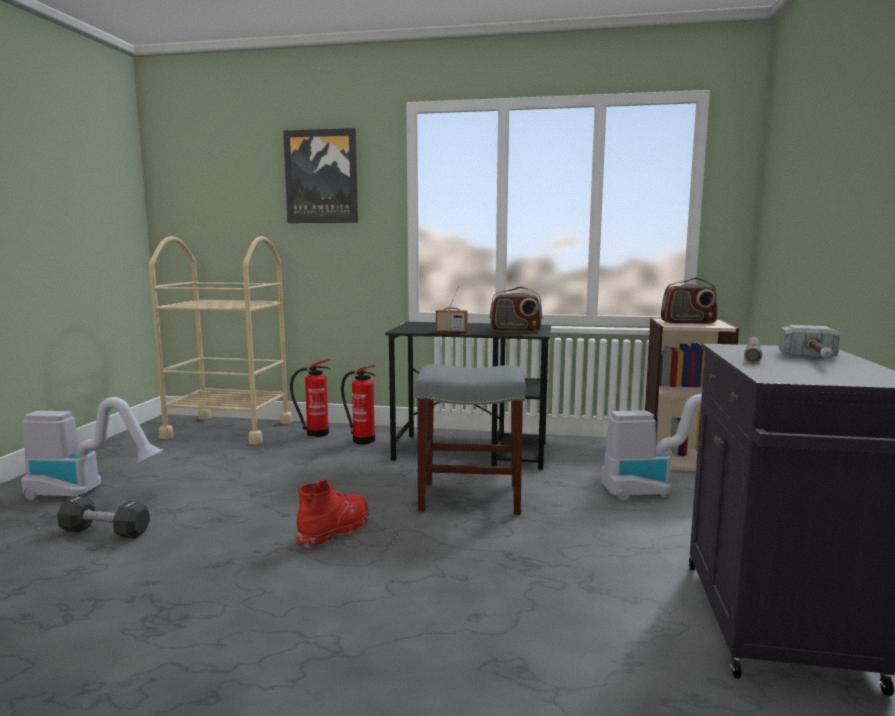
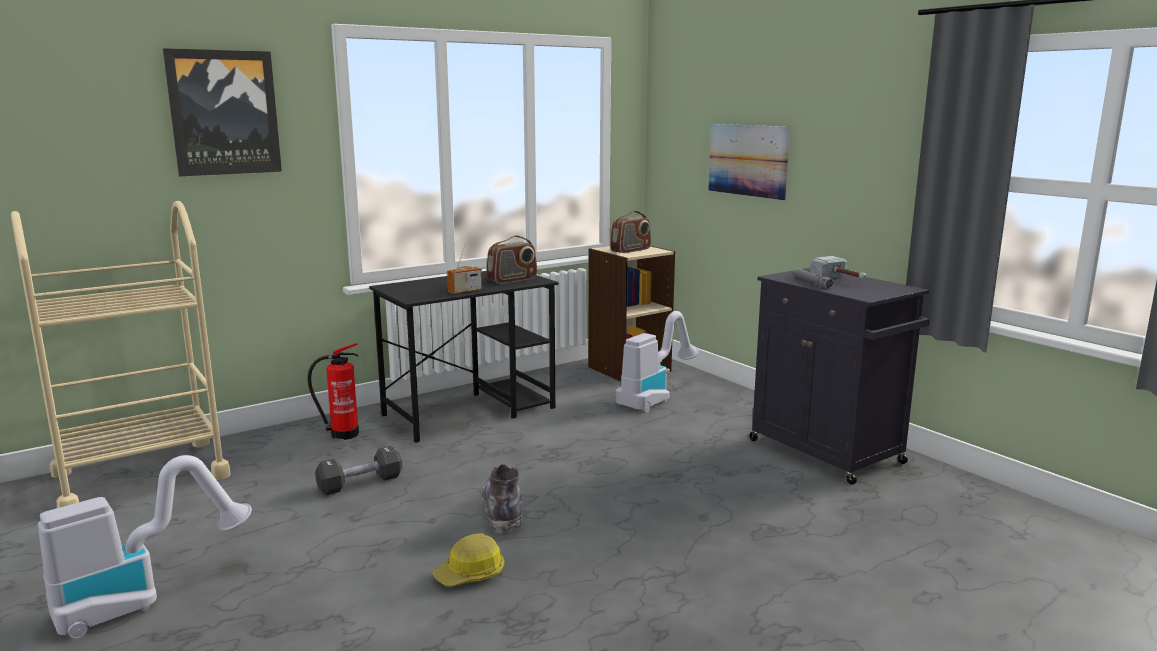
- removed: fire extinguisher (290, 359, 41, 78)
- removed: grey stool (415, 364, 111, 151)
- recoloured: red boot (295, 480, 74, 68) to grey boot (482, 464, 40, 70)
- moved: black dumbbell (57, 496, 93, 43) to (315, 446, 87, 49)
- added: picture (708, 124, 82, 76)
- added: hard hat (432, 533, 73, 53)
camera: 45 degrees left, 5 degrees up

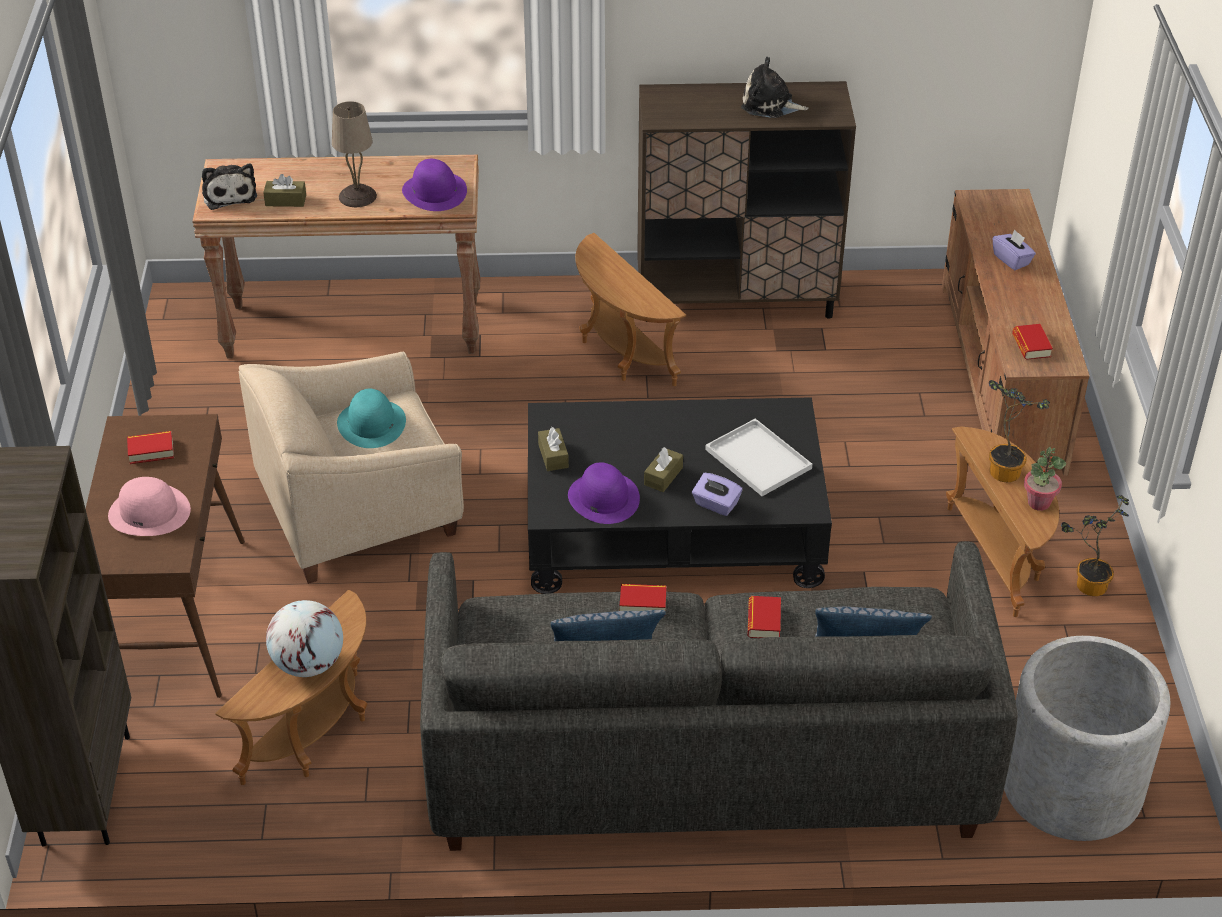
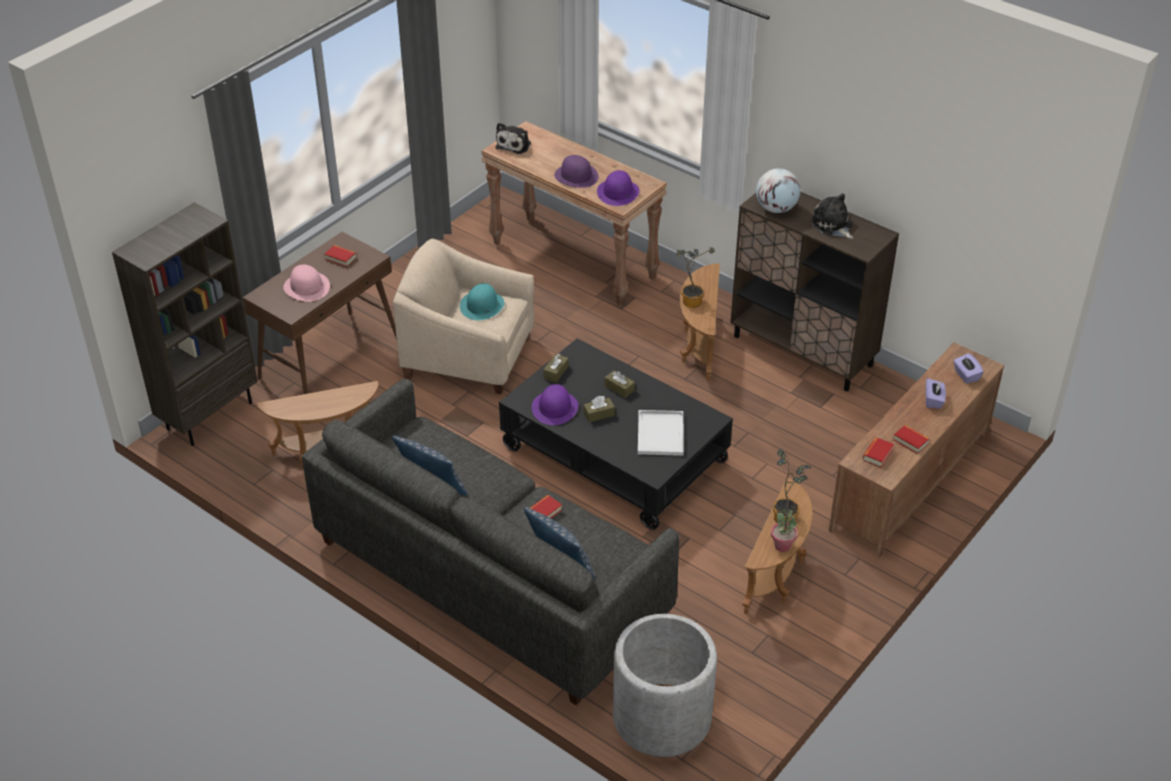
- replaced: beige table lamp (332, 101, 45, 106) to purple hat (554, 155, 45, 33)
- moved: brown tissue box (263, 174, 43, 33) to (605, 370, 30, 28)
- moved: purple tissue box (692, 473, 51, 43) to (953, 353, 31, 31)
- moved: potted plant (1061, 495, 68, 101) to (676, 247, 39, 61)
- moved: book (620, 584, 47, 27) to (893, 425, 37, 29)
- moved: globe (266, 600, 77, 77) to (756, 168, 44, 45)
camera: 40 degrees right, 0 degrees up

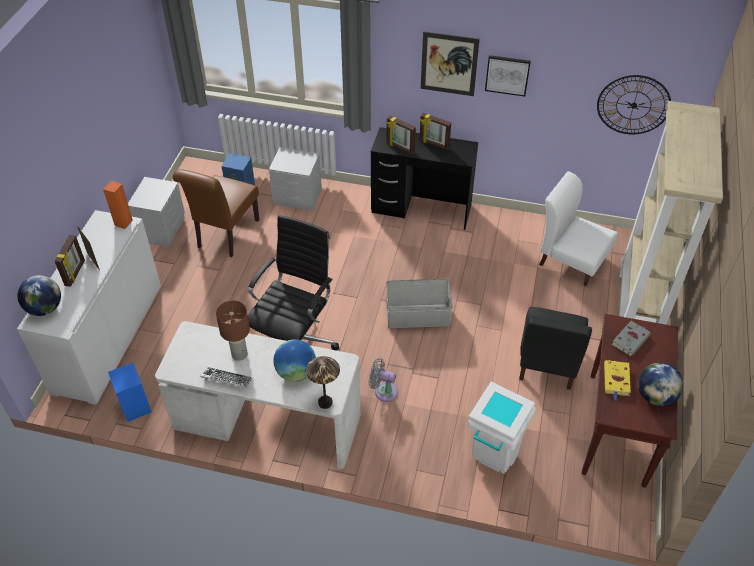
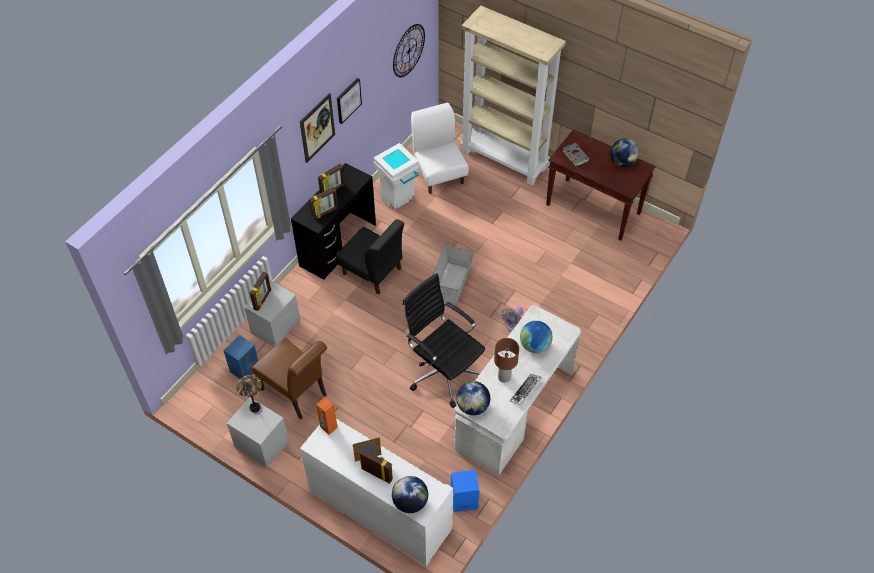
- turned: white chair (539, 171, 79, 115) = (411, 103, 58, 91) 105 degrees clockwise
- moved: black chair (519, 307, 73, 83) to (336, 219, 68, 76)
- moved: table lamp (306, 356, 34, 53) to (236, 375, 26, 38)
- removed: yellow book (604, 360, 27, 41)
- moved: white trash can (468, 382, 68, 92) to (374, 143, 46, 67)
- added: picture frame (250, 272, 21, 39)
- added: globe (456, 381, 34, 34)
camera: 70 degrees left, 5 degrees up

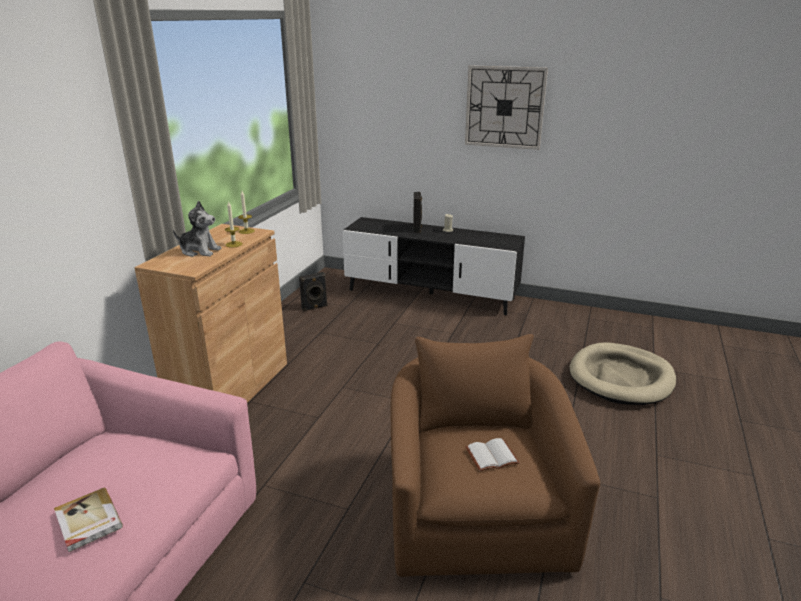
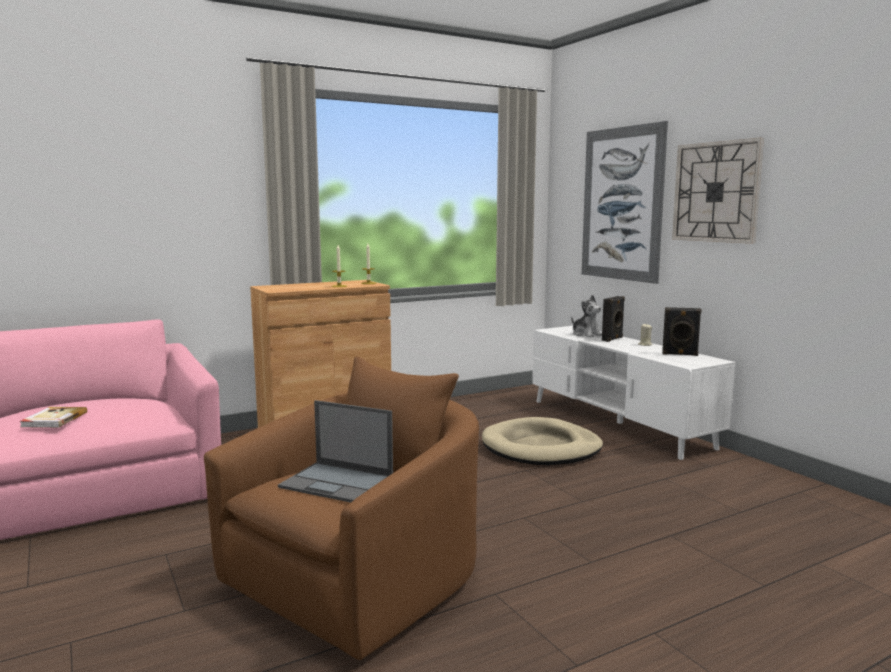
- moved: plush toy (173, 201, 48, 56) to (571, 295, 31, 42)
- recoloured: black tv stand (342, 217, 183, 98) to white tv stand (532, 326, 203, 134)
- moved: black speaker (299, 272, 29, 39) to (662, 307, 40, 49)
- moved: beige dog bed (569, 343, 107, 62) to (482, 417, 121, 48)
- replaced: white book (465, 438, 55, 33) to laptop (278, 400, 115, 103)
- added: picture (582, 121, 86, 163)
camera: 40 degrees right, 15 degrees down

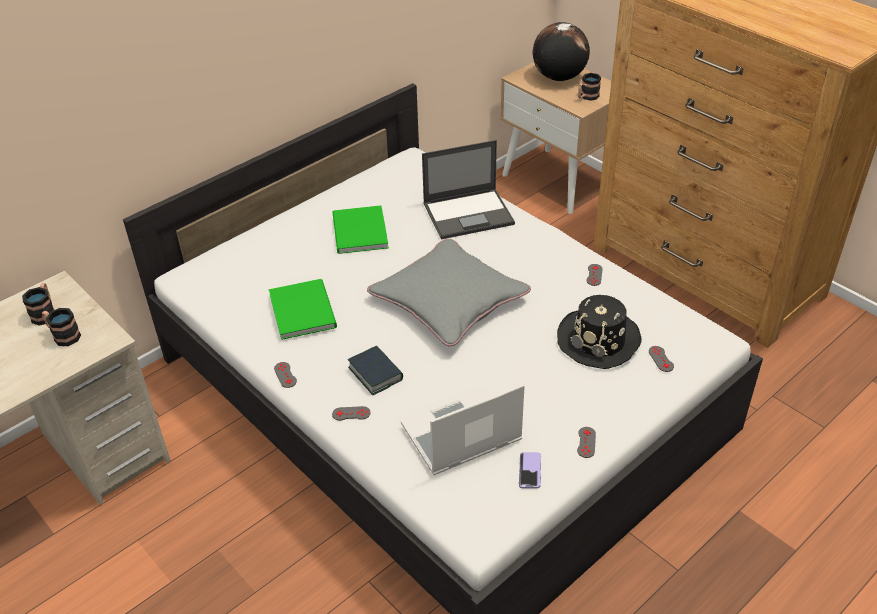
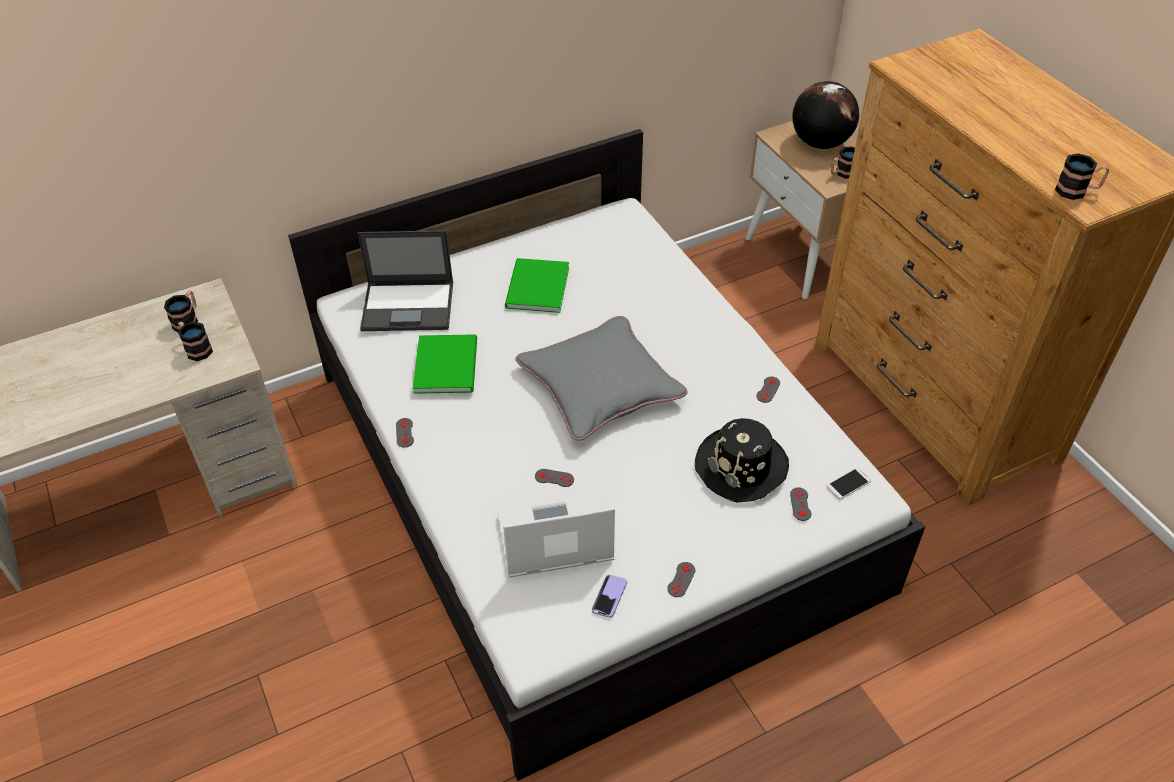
- moved: laptop (422, 140, 93, 99) to (358, 230, 95, 101)
- removed: book (348, 346, 55, 49)
- moved: grey game controller (332, 406, 39, 15) to (535, 469, 39, 18)
- added: mug (1055, 153, 54, 47)
- added: phone (826, 468, 45, 32)
camera: 15 degrees right, 5 degrees up

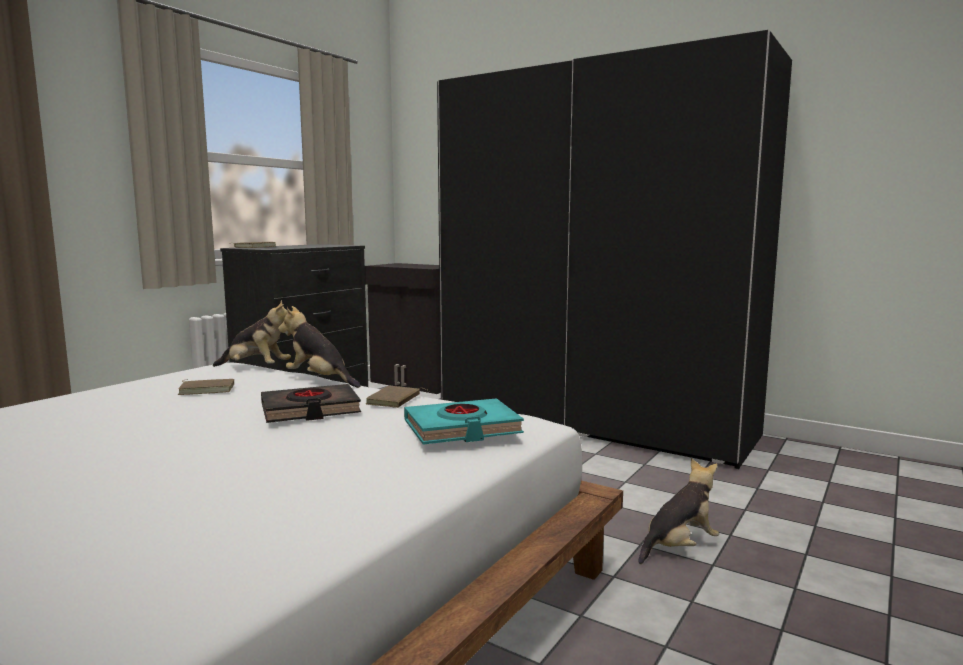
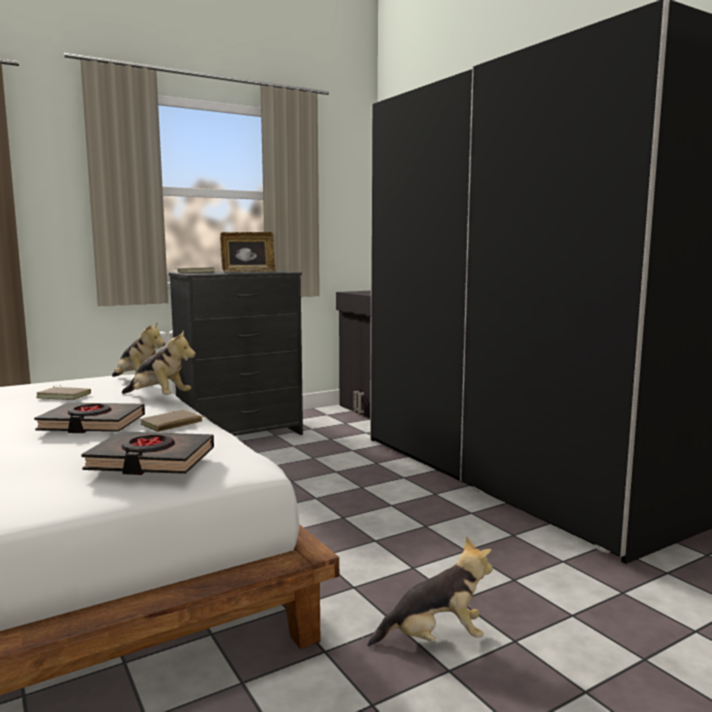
- turned: plush toy (278, 306, 82, 82) = (122, 330, 74, 65) 150 degrees clockwise
- recoloured: turquoise book (404, 398, 120, 47) to black book (81, 431, 133, 44)
- added: picture frame (220, 232, 56, 40)
camera: 25 degrees right, 0 degrees up

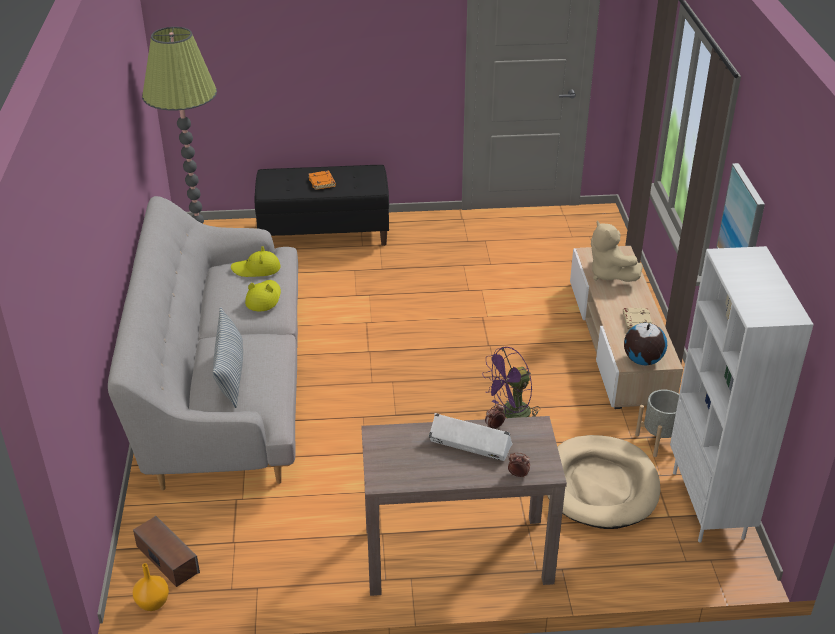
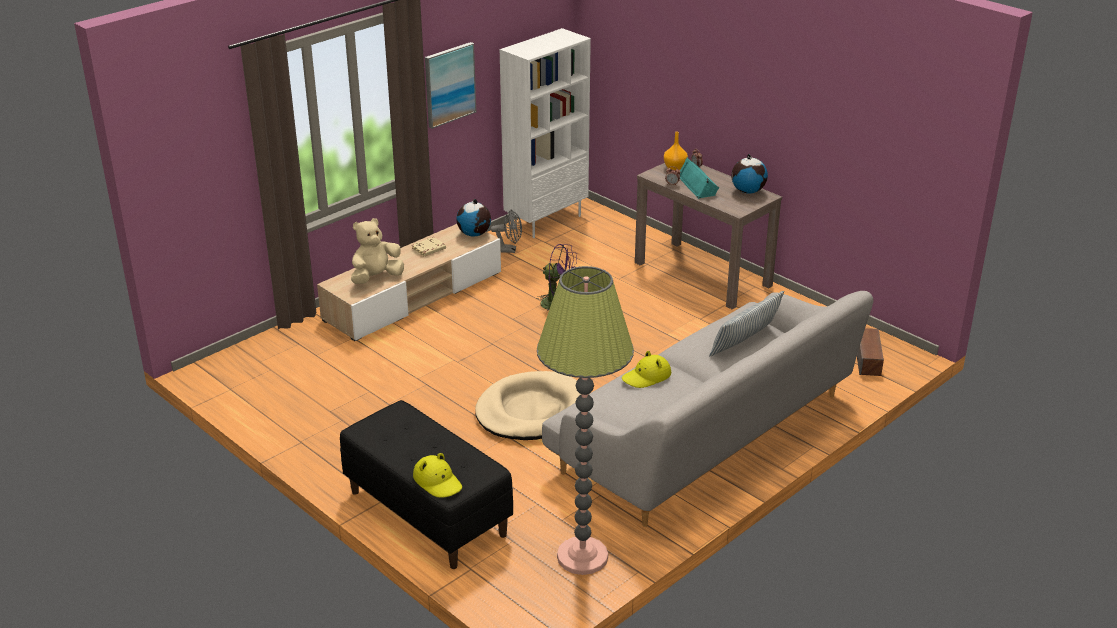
- removed: orange book (308, 171, 28, 19)
- turned: beige plush toy (591, 221, 52, 61) = (351, 218, 53, 66) 150 degrees counterclockwise
- moved: yellow hat (231, 246, 50, 31) to (413, 453, 49, 45)
- replaced: grey planter (635, 389, 44, 68) to grey fan (491, 210, 31, 43)
- recoloured: white speaker (429, 413, 84, 48) to turquoise speaker (680, 158, 39, 41)
- moved: beige dog bed (547, 435, 113, 94) to (475, 371, 106, 69)
- moved: orange vase (133, 563, 36, 48) to (664, 131, 24, 39)
- added: globe (731, 154, 37, 40)
camera: 130 degrees left, 5 degrees down

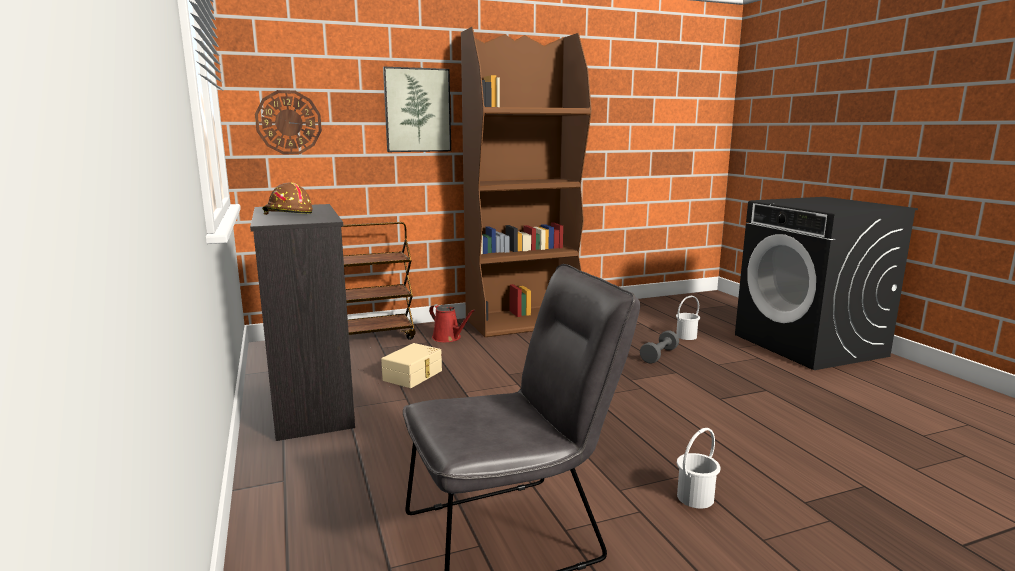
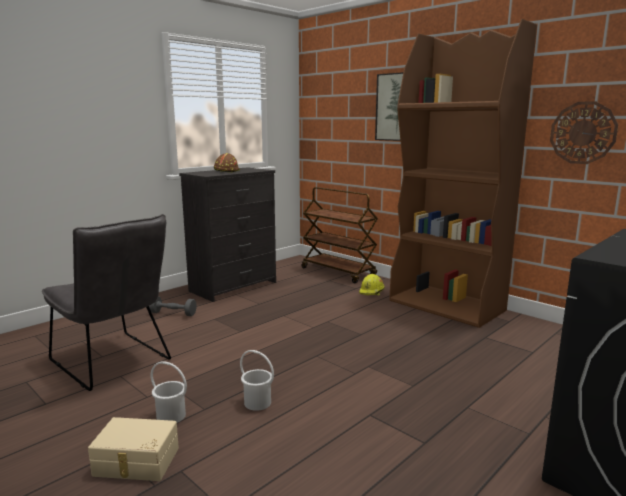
- moved: wall clock (255, 90, 67, 64) to (550, 101, 68, 63)
- moved: white bucket (676, 295, 24, 45) to (240, 350, 34, 61)
- replaced: red watering can (429, 304, 47, 38) to yellow hard hat (359, 274, 25, 21)
- moved: grey dumbbell (640, 330, 39, 33) to (149, 296, 48, 20)
- moved: beige storage box (381, 343, 61, 45) to (88, 417, 91, 64)
camera: 65 degrees right, 0 degrees up

